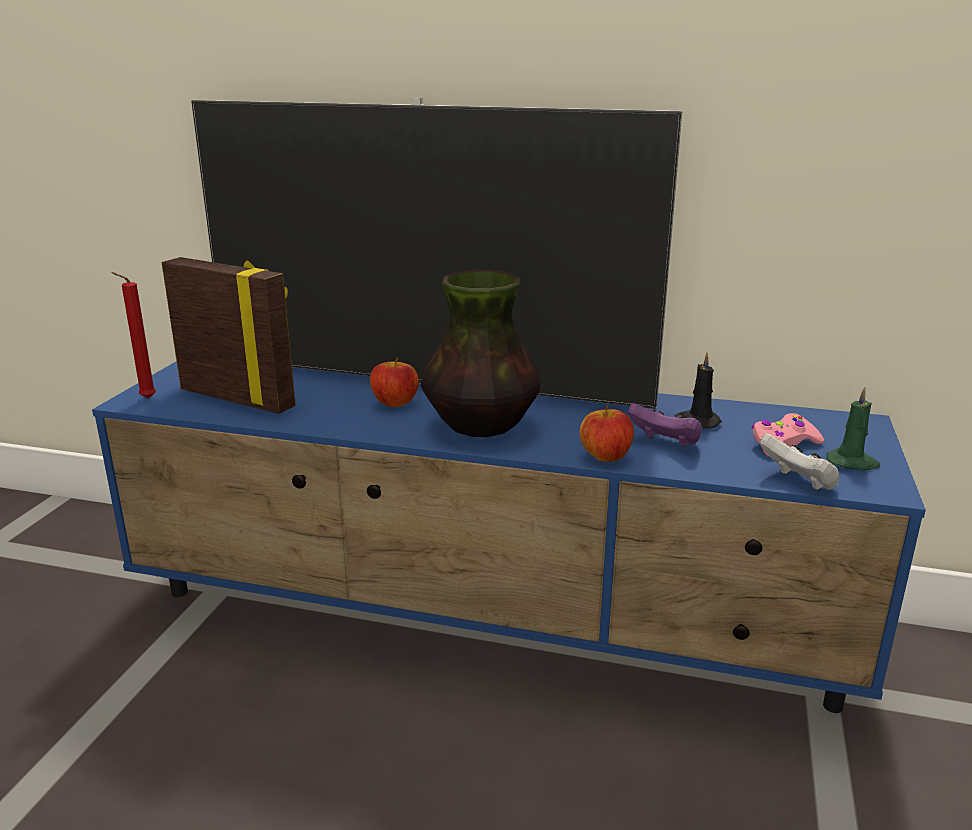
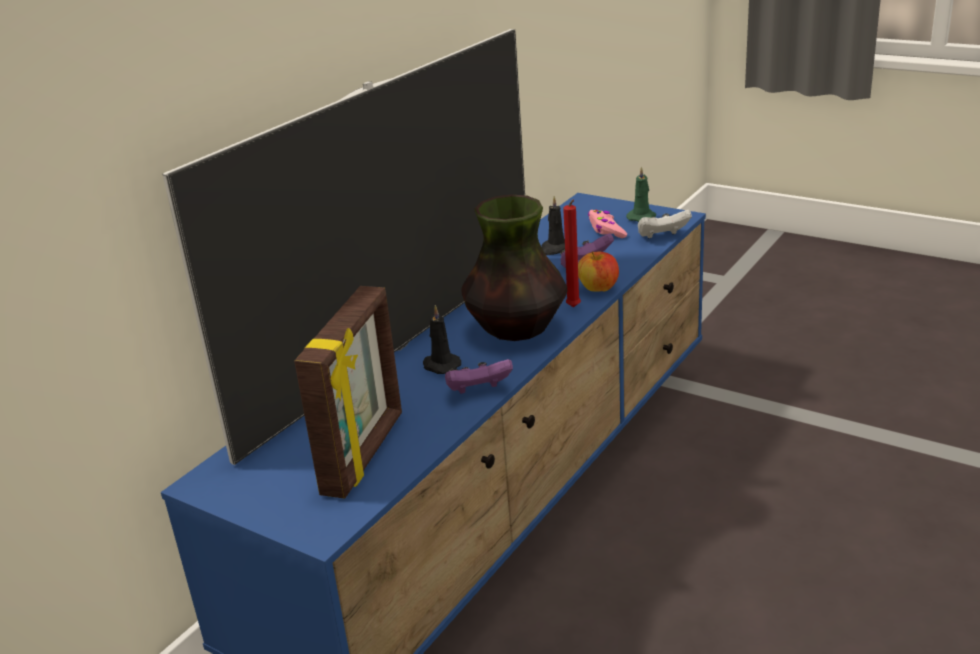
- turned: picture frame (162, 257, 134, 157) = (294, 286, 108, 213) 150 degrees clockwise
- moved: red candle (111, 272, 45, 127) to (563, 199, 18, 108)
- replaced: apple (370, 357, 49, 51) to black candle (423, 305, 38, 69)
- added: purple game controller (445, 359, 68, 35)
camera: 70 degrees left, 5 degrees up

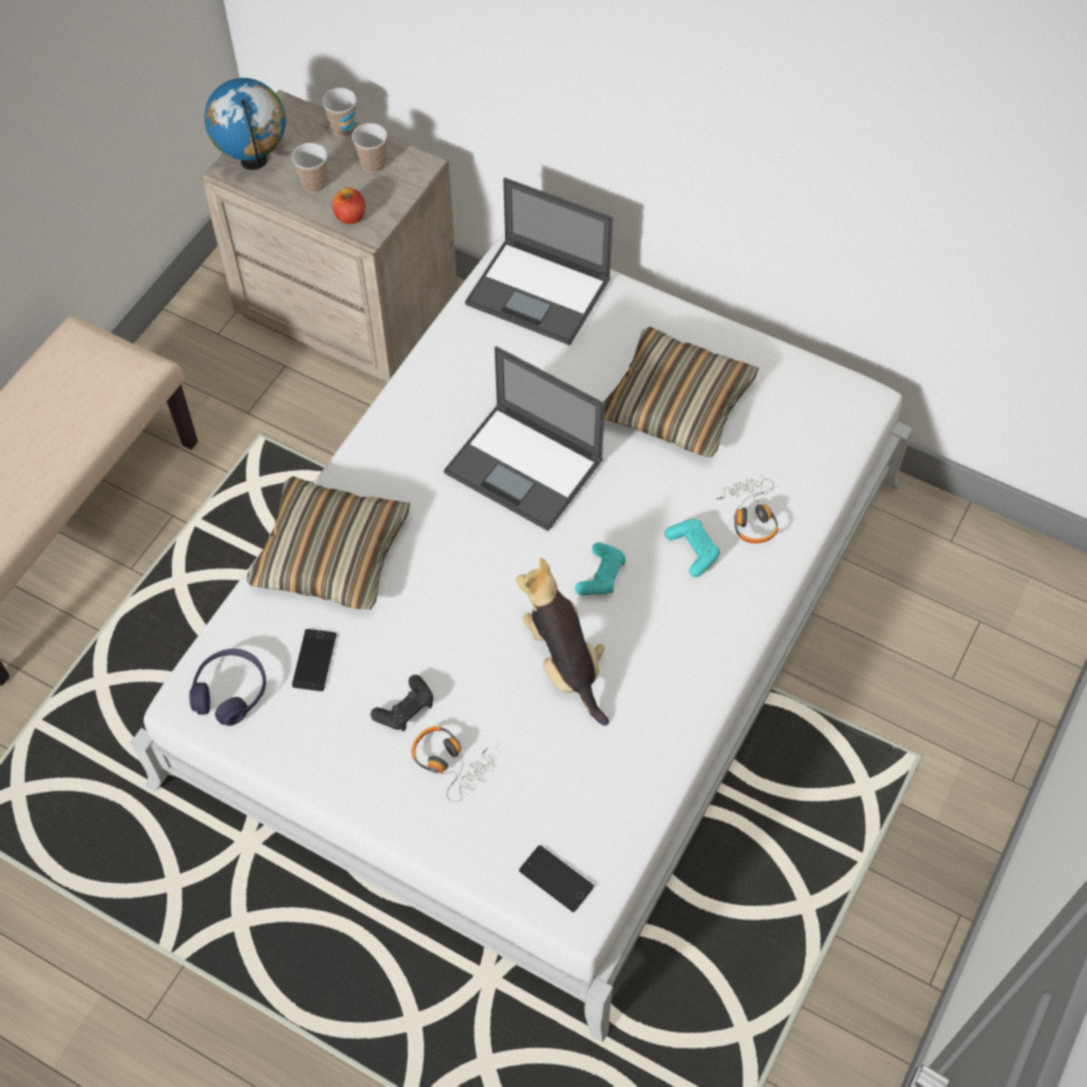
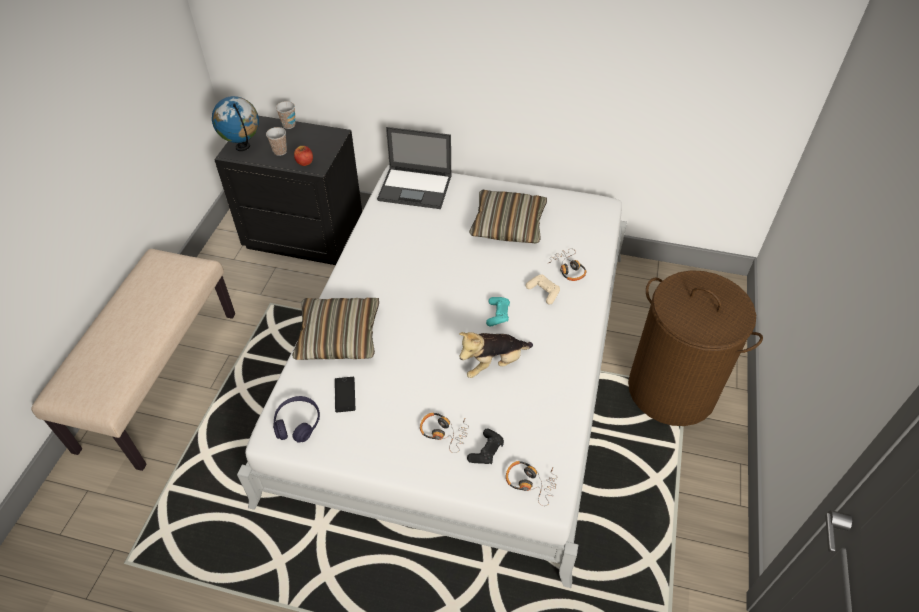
- recoloured: beige nightstand (201, 90, 257, 293) to black nightstand (214, 116, 148, 149)
- removed: cup (352, 123, 35, 50)
- removed: laptop (444, 346, 161, 185)
- recoloured: turquoise game controller (665, 519, 55, 58) to beige game controller (526, 274, 34, 31)
- turned: plush toy (516, 558, 93, 168) = (459, 332, 74, 46) 75 degrees counterclockwise
- moved: black game controller (371, 675, 62, 56) to (467, 429, 37, 35)
- replaced: phone (519, 845, 75, 67) to headphones (506, 461, 51, 45)
- added: brown laundry basket (628, 270, 135, 156)
camera: 15 degrees left, 10 degrees down

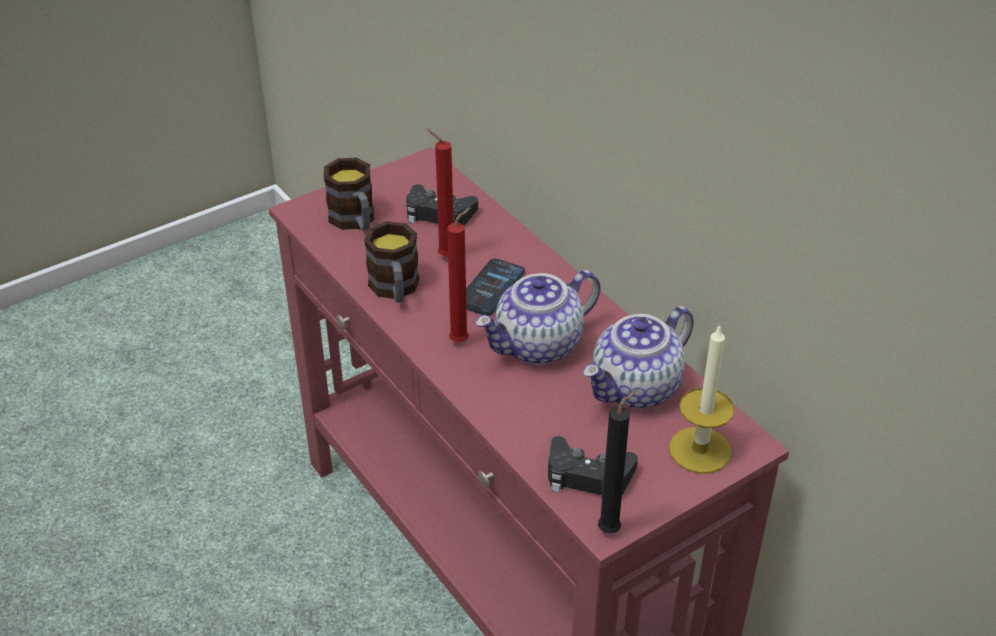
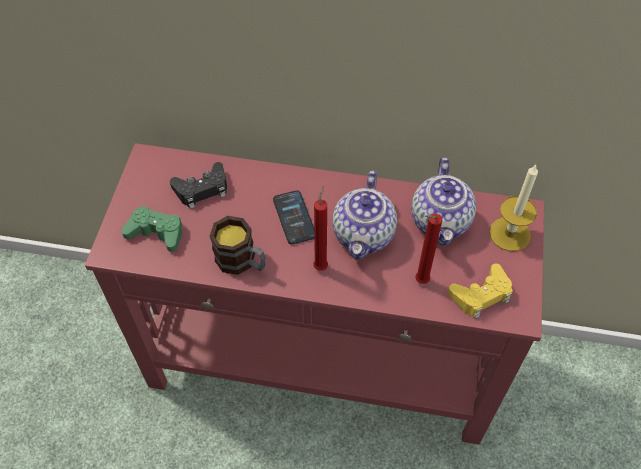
- moved: red candle (427, 129, 27, 128) to (415, 214, 27, 70)
- replaced: mug (324, 158, 50, 72) to green game controller (121, 206, 61, 46)
- removed: black candle (598, 389, 39, 145)
- recoloured: black game controller (548, 436, 90, 61) to yellow game controller (448, 264, 65, 55)
camera: 45 degrees left, 15 degrees up

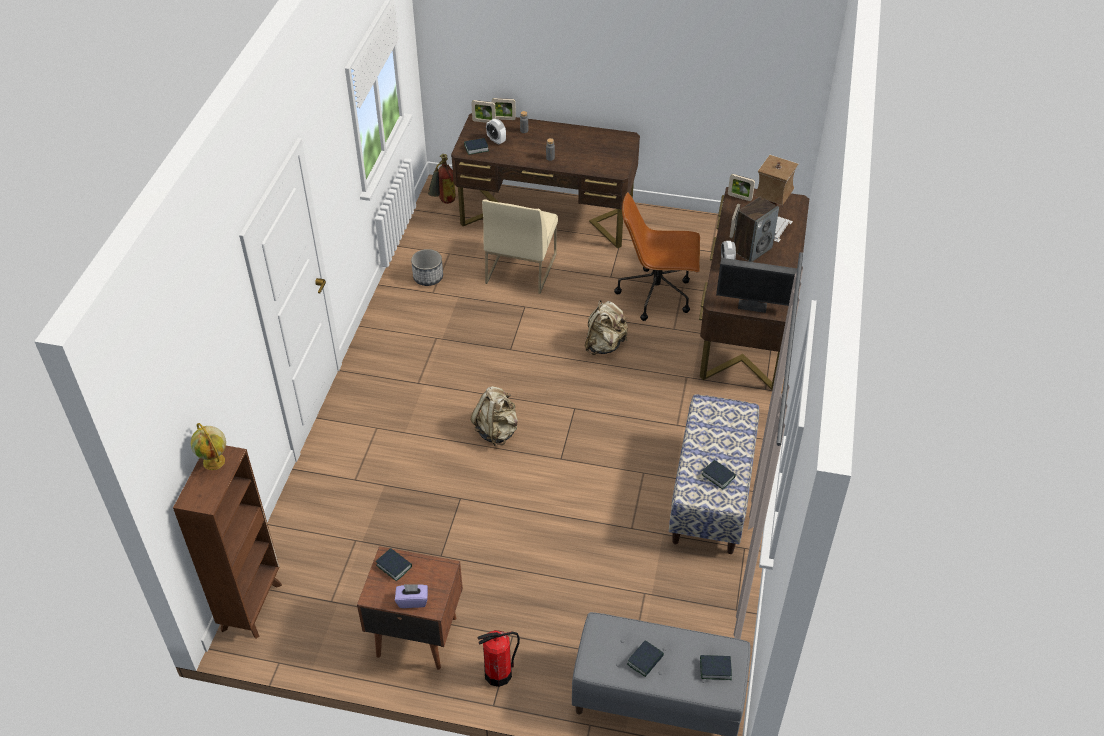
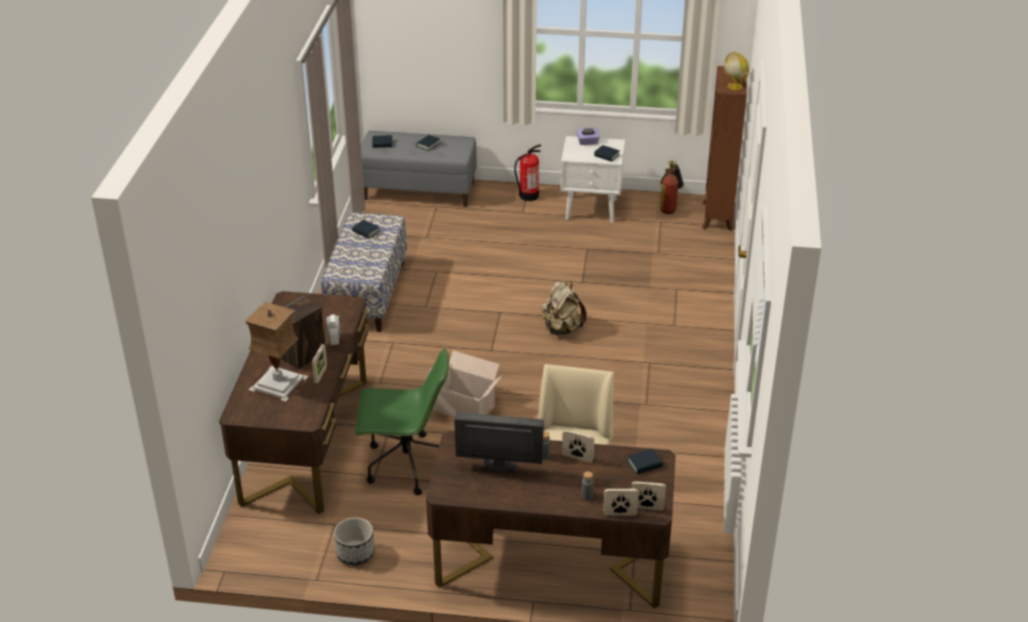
- removed: alarm clock (486, 119, 20, 26)
- moved: fire extinguisher (428, 154, 28, 50) to (660, 160, 24, 54)
- moved: picture frame (728, 174, 27, 27) to (562, 430, 32, 32)
- recoloured: brown office chair (614, 192, 86, 129) to green office chair (355, 348, 94, 147)
- moved: planter (411, 249, 32, 37) to (334, 517, 41, 48)
- moved: monitor (716, 258, 81, 55) to (454, 412, 90, 62)
- replaced: beige backpack (585, 300, 43, 55) to cardboard box (426, 351, 77, 66)
- recoloured: brown nightstand (357, 546, 106, 124) to white nightstand (560, 136, 65, 87)
camera: 175 degrees right, 10 degrees down

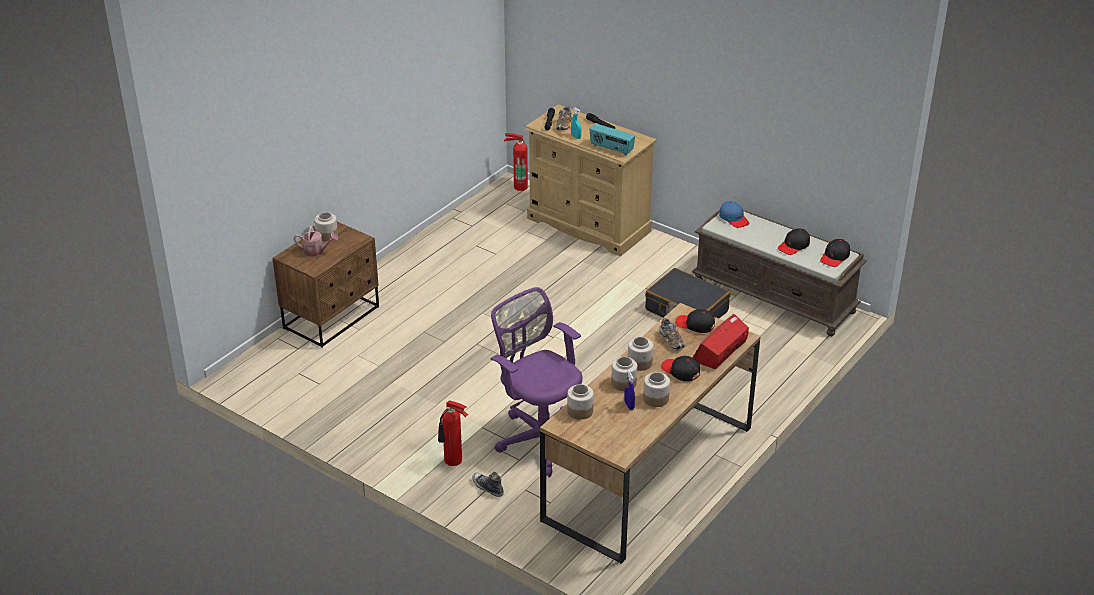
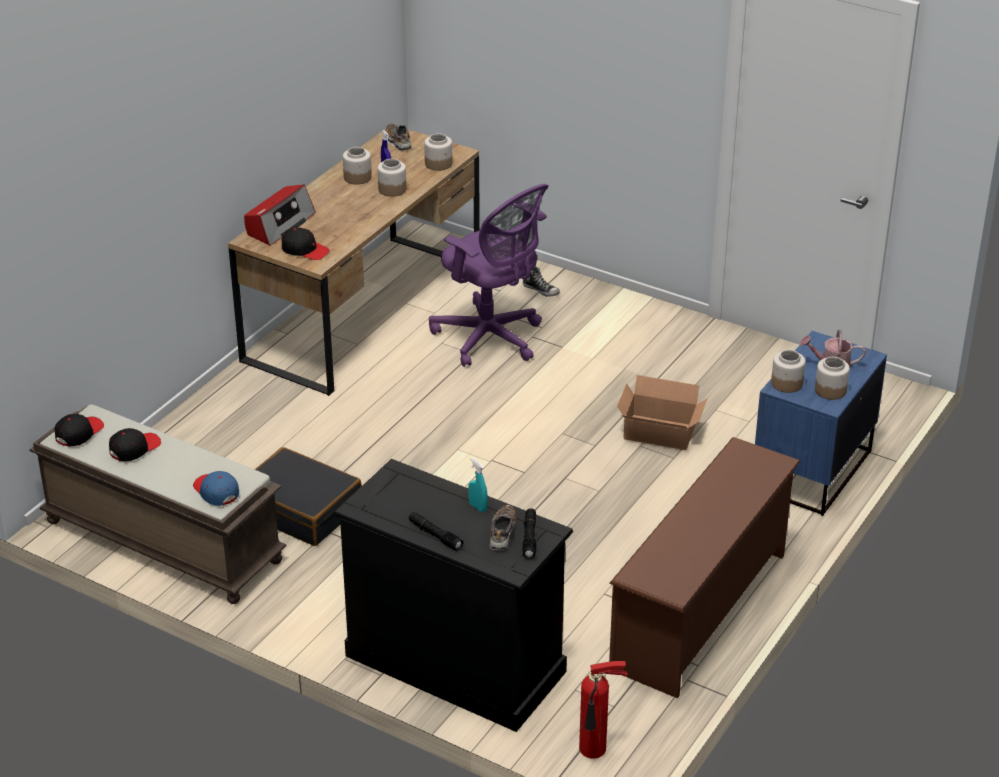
- recoloured: beige dresser (525, 104, 132, 152) to black dresser (335, 459, 238, 273)
- removed: radio (590, 124, 45, 32)
- recoloured: brown nightstand (273, 222, 106, 126) to blue nightstand (755, 331, 132, 185)
- moved: shoe (660, 318, 25, 32) to (385, 124, 26, 27)
- moved: jar (628, 337, 25, 34) to (771, 350, 34, 43)
- removed: black cap (661, 356, 39, 25)
- removed: fire extinguisher (438, 400, 30, 66)
- added: cardboard box (617, 375, 91, 75)
- added: brown shoe rack (609, 437, 192, 261)
camera: 175 degrees right, 0 degrees up

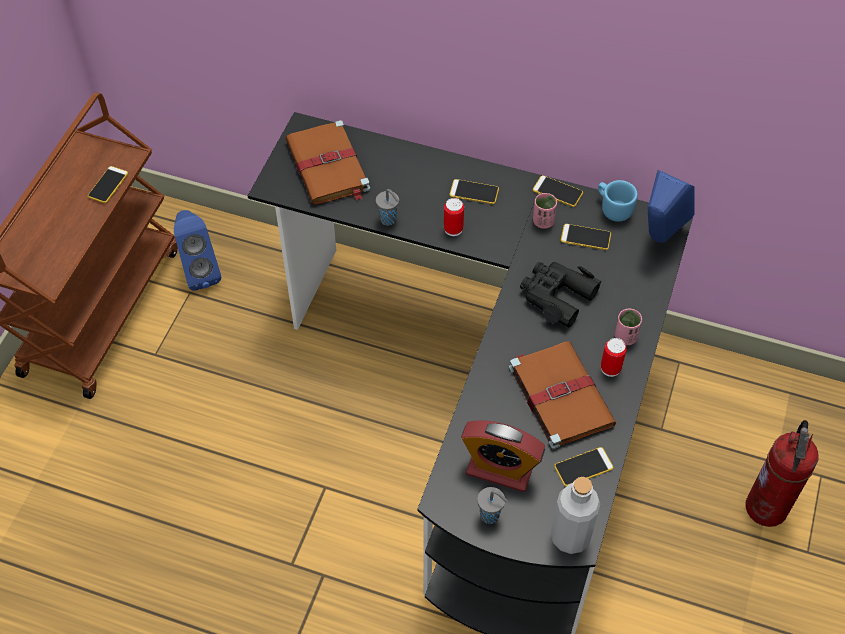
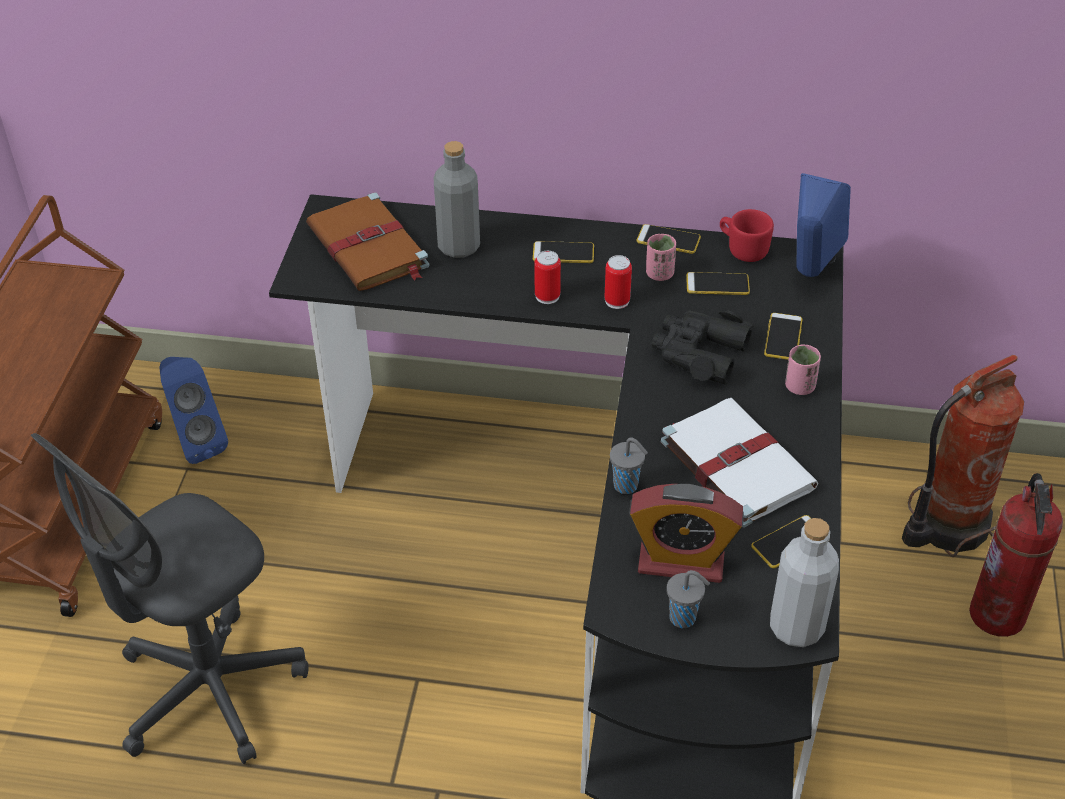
- moved: phone (88, 166, 40, 37) to (764, 313, 38, 47)
- recoloured: blue mug (598, 180, 40, 42) to red mug (720, 209, 54, 53)
- moved: grey cup (376, 189, 23, 37) to (610, 437, 38, 57)
- moved: can (601, 338, 26, 39) to (605, 255, 27, 54)
- recoloured: brown book (509, 341, 107, 109) to white book (661, 398, 157, 129)
- added: grey bottle (434, 141, 46, 117)
- added: fire extinguisher (902, 355, 122, 202)
- added: grey office chair (31, 433, 278, 331)
camera: 10 degrees left, 10 degrees down

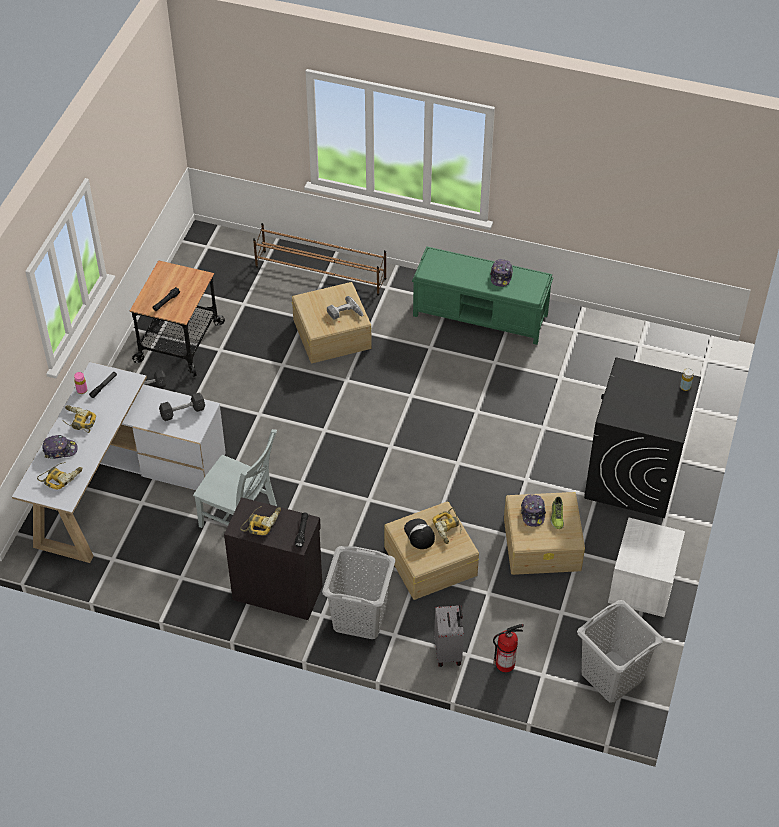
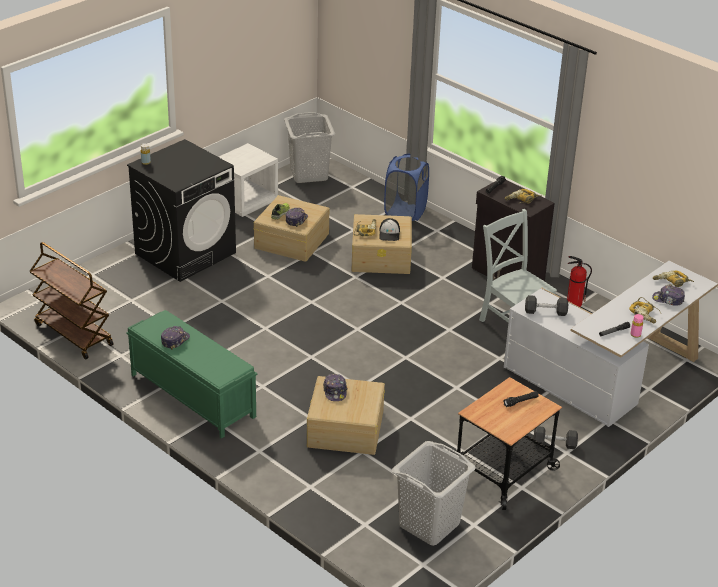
- removed: brown shoe rack (253, 223, 133, 73)
- replaced: power drill (327, 296, 36, 24) to cap (323, 374, 25, 27)
- moved: grey laundry basket (322, 546, 73, 93) to (392, 441, 84, 105)
- replaced: grey suitcase (434, 605, 30, 62) to blue laundry basket (384, 154, 45, 67)
- moved: fire extinguisher (493, 624, 31, 48) to (567, 256, 25, 51)
- added: brown cart (30, 242, 84, 117)
camera: 155 degrees left, 15 degrees down

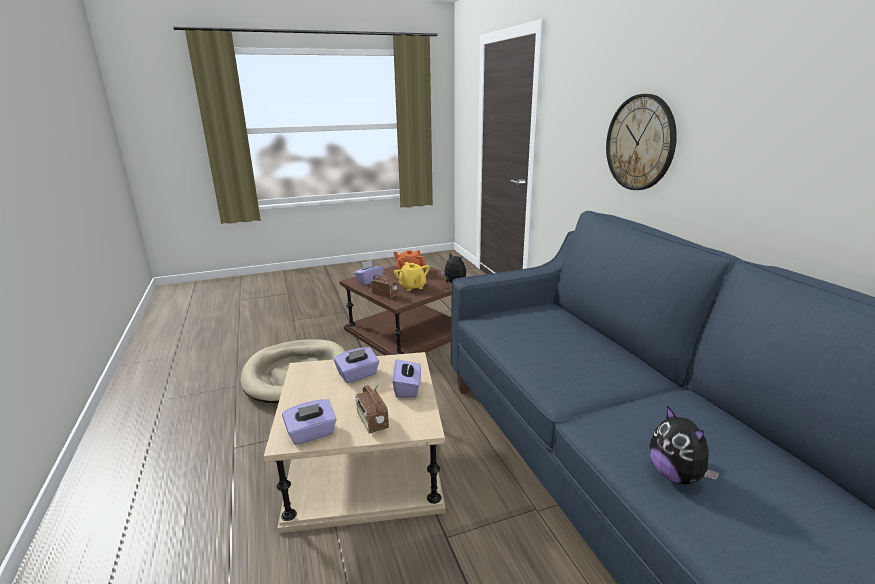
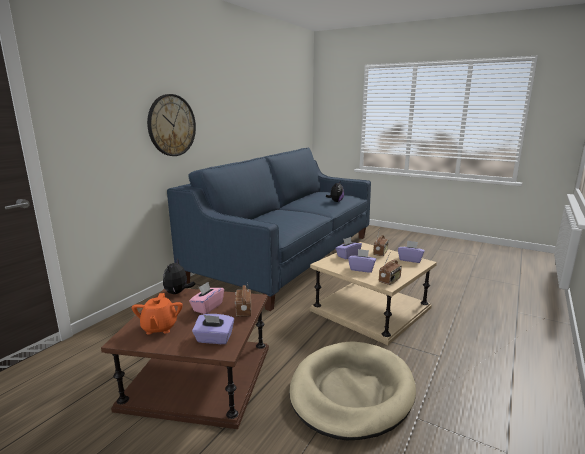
- replaced: yellow teapot (394, 262, 36, 29) to pink tissue box (189, 282, 35, 32)
- added: radio (379, 253, 23, 32)
camera: 130 degrees left, 5 degrees down

